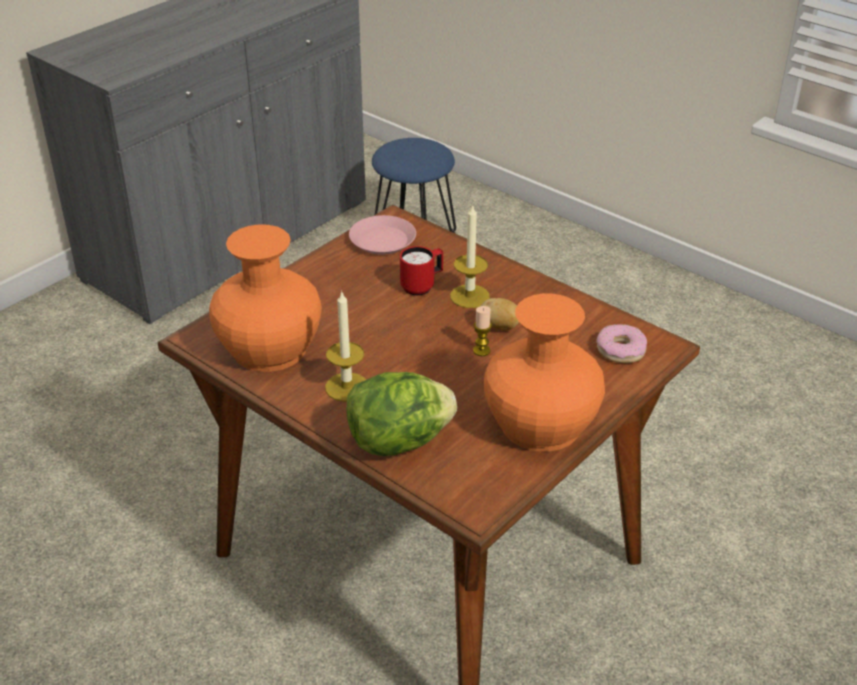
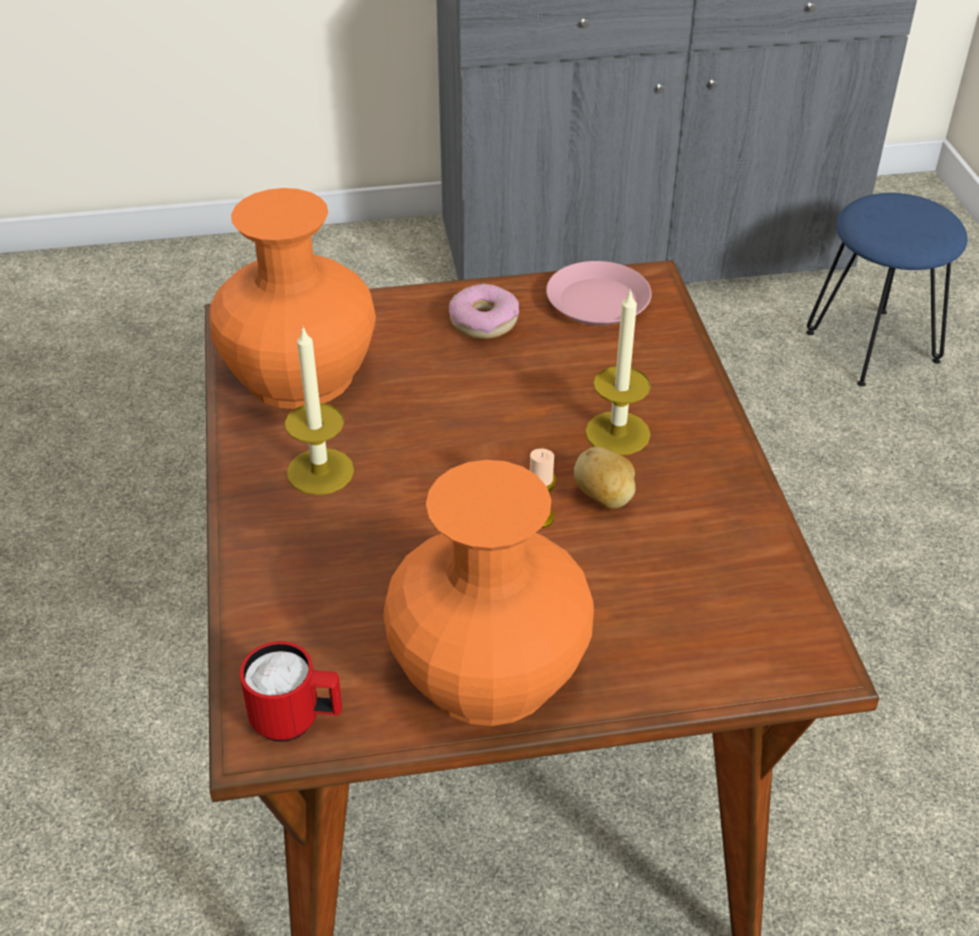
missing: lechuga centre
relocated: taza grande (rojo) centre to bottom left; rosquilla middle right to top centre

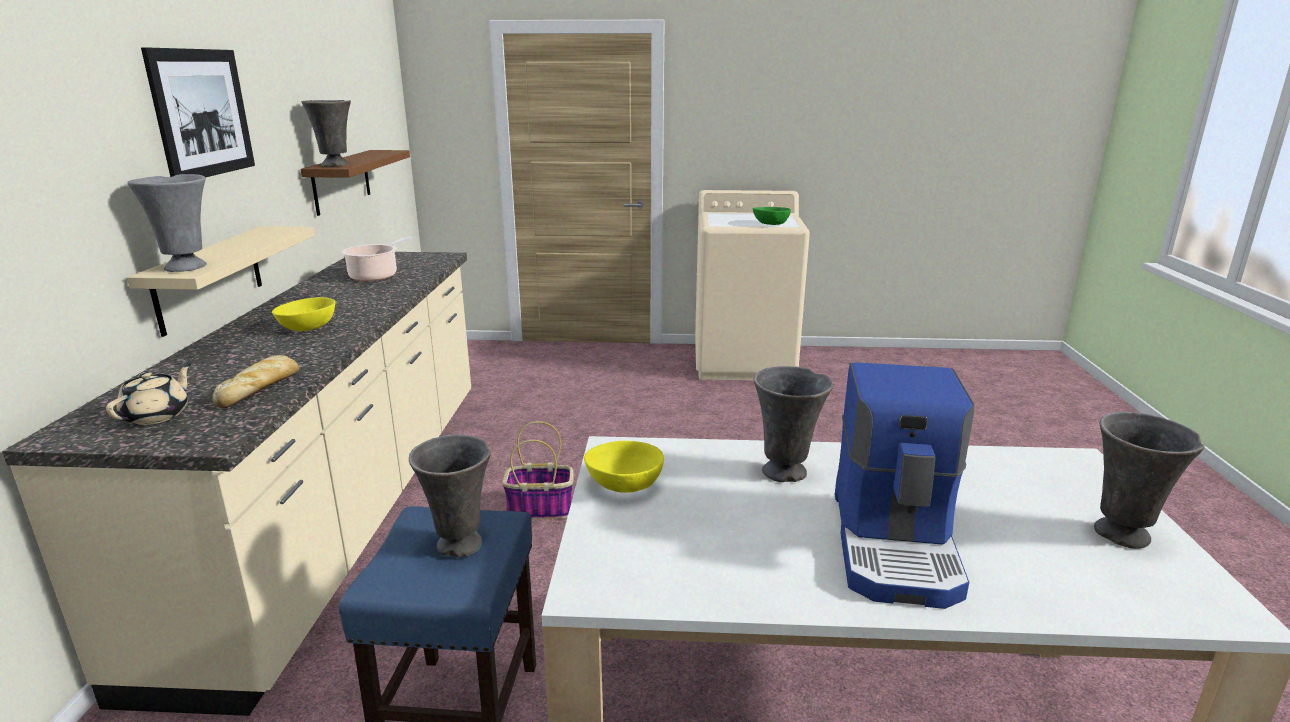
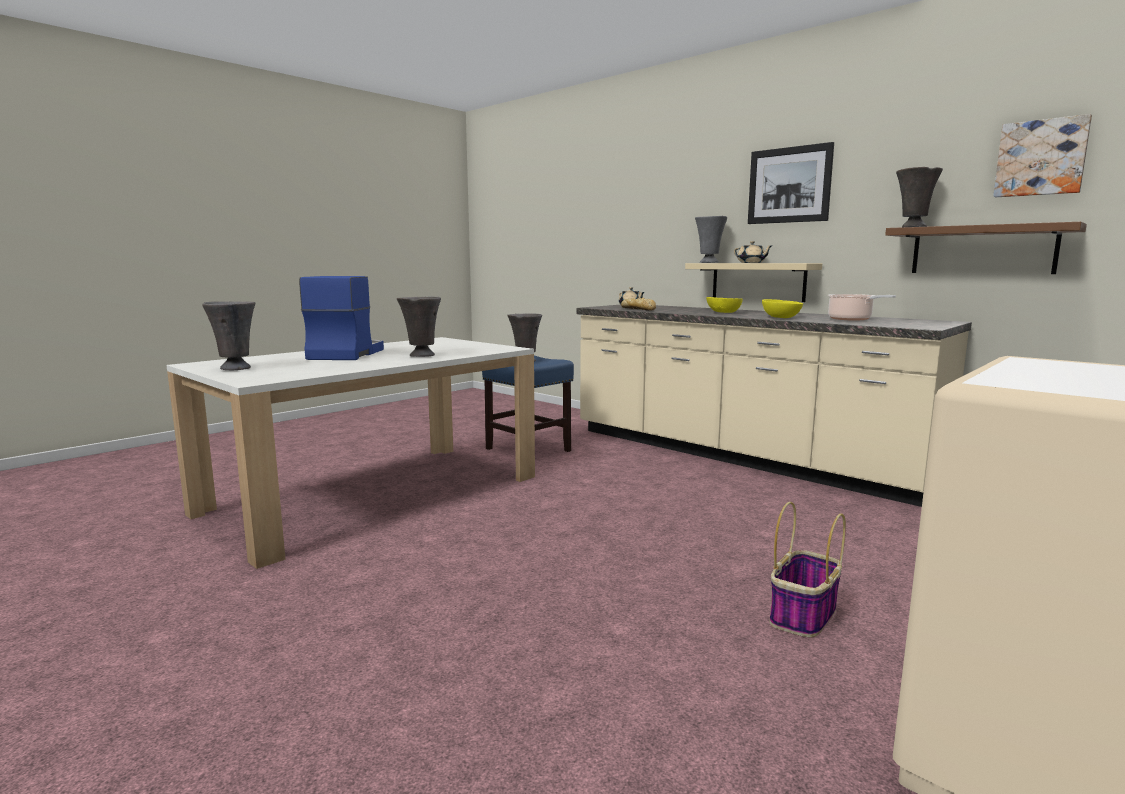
missing: cuenco (verde) top centre
appeared: cuadro (no. 2 from left) top right; tetera (beis) (no. 2 from left) top right
relocated: cesta centre to bottom right; cuenco (amarillo) (no. 2 from left) centre to middle right
spun: cafetera bottom right = middle left 45 degrees clockwise

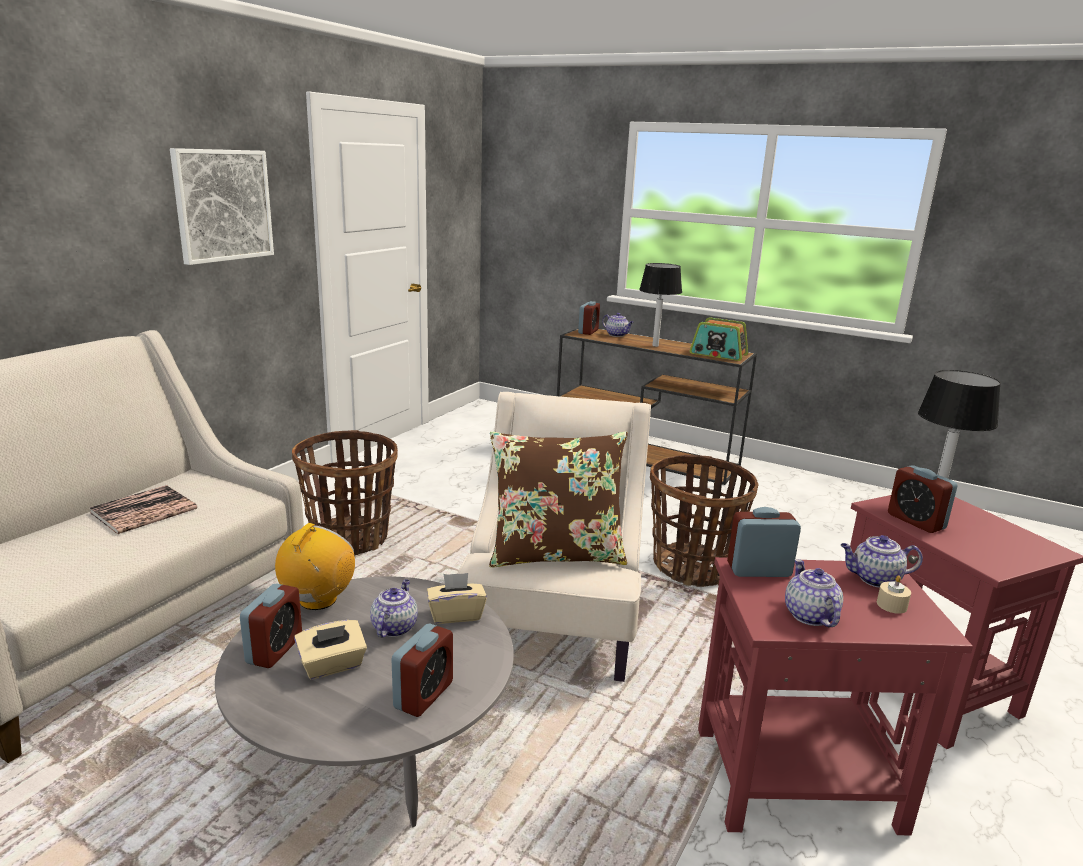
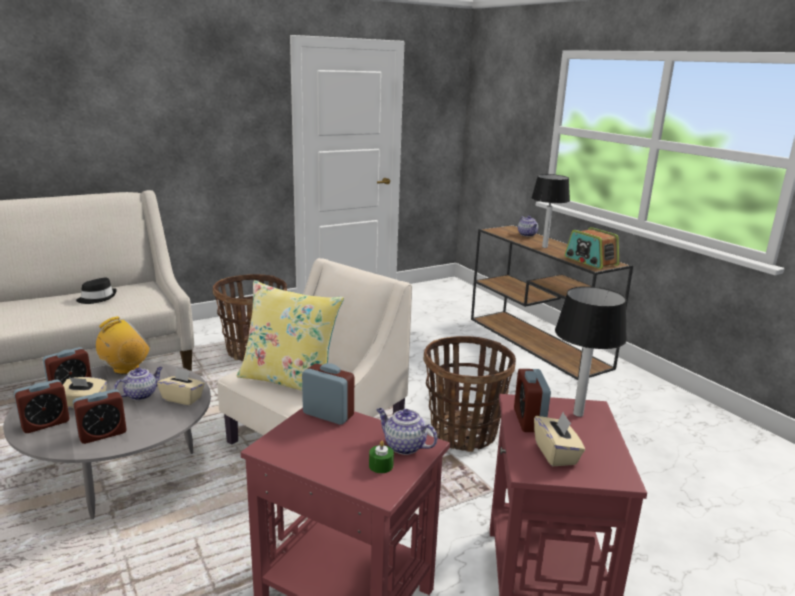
missing: cuadro top left; tetera (no. 3 from left) bottom right
appeared: caja de pañuelos (beis) (no. 3 from left) bottom right
relocated: despertador (no. 3 from left in the first image) centre to despertador (no. 1 from left) bottom left
exchanged: libro middle left to sombrero (negro) middle left
colour: cojín (marrón) centre to cojín (amarillo) centre; vela (beis) bottom right to vela (verde) bottom centre

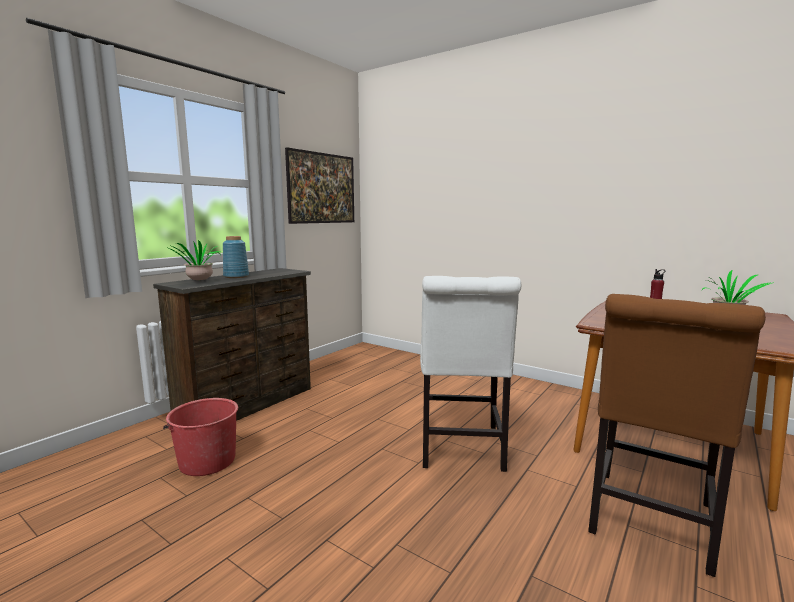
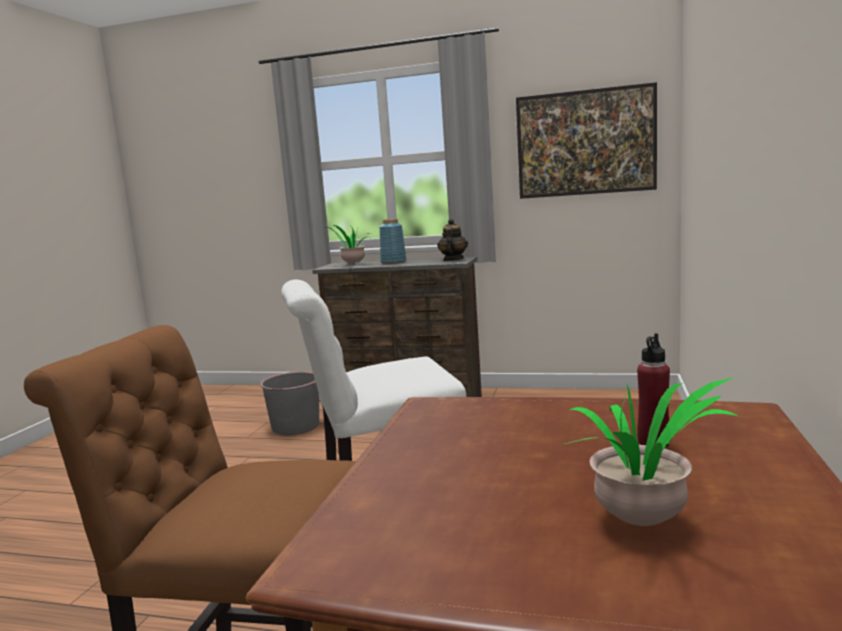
appeared: tetera centre
colour: cubo (rojo) bottom left to cubo (gris) centre

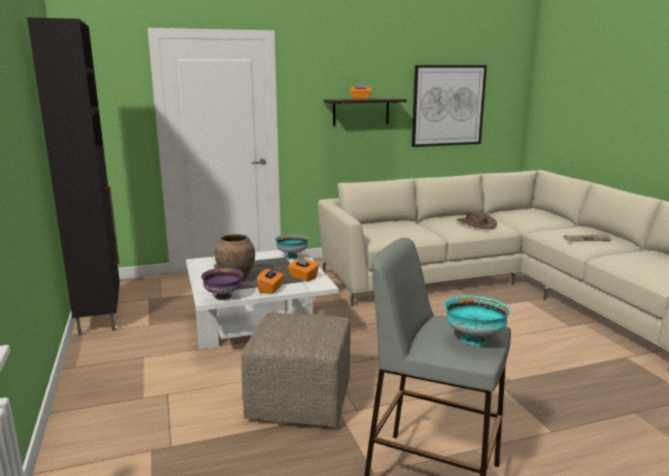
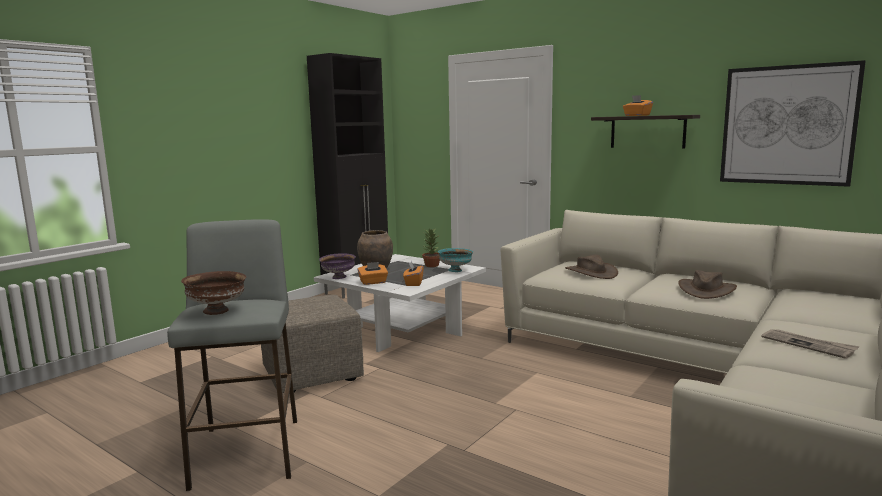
appeared: planta en maceta centre; sombrero (marrón) (no. 1 from left) middle right
colour: cuenco (turquesa) (no. 2 from left) bottom right to cuenco (marrón) middle left

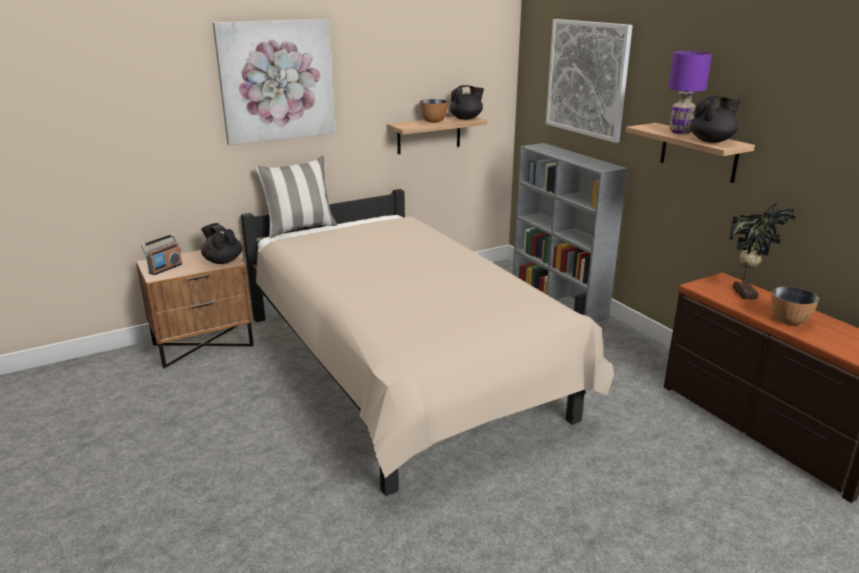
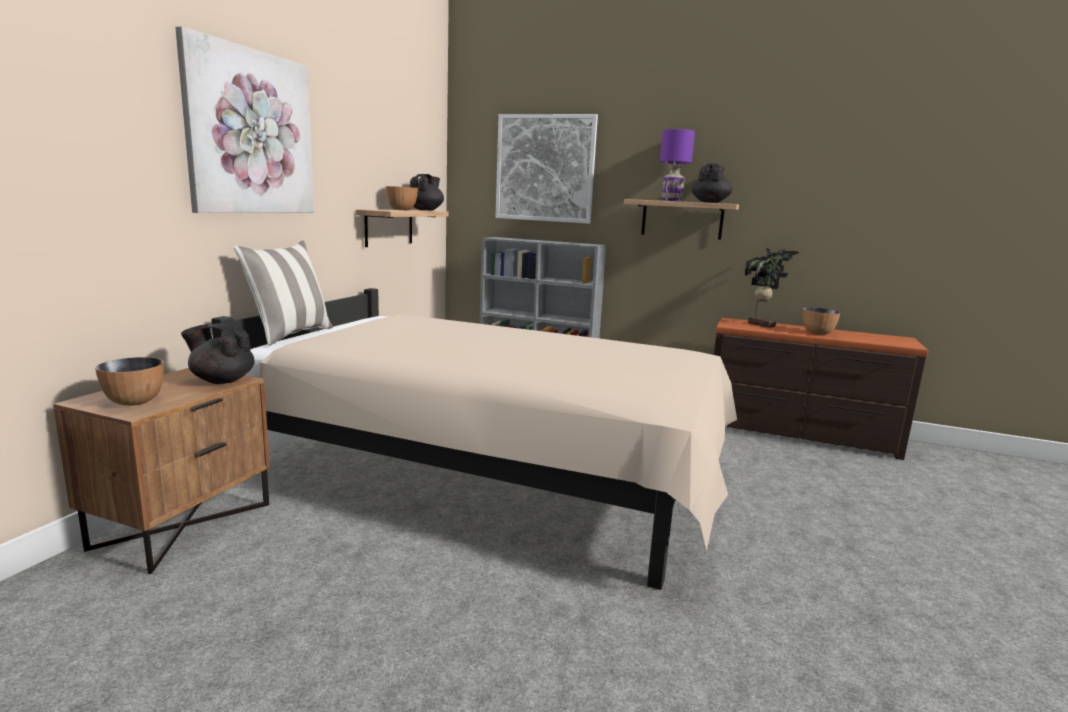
exchanged: radio middle left to cuenco (no. 1 from left) middle left

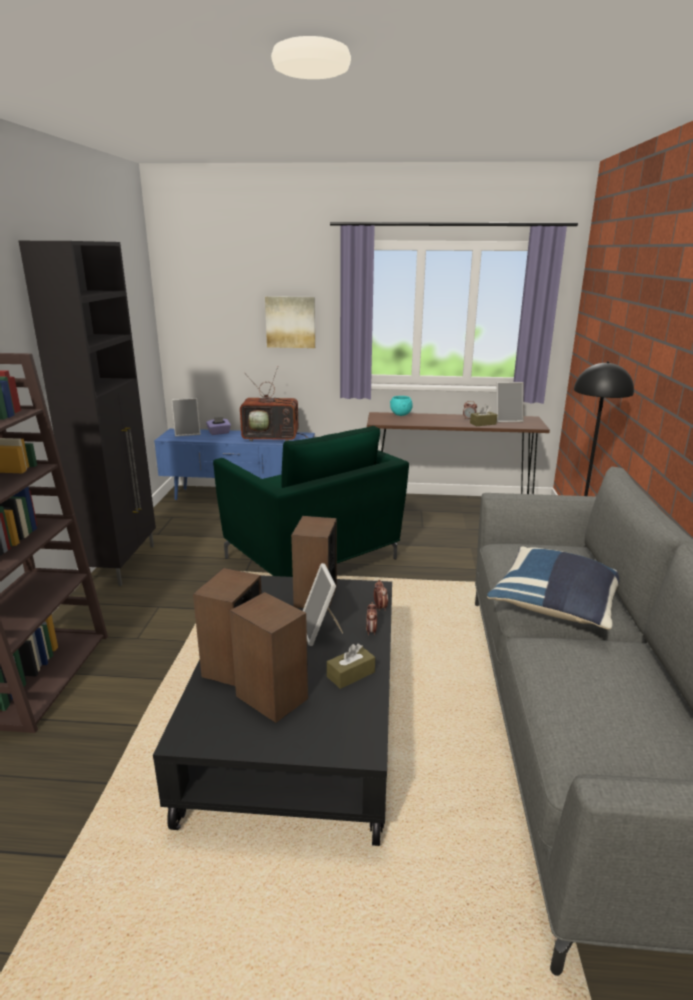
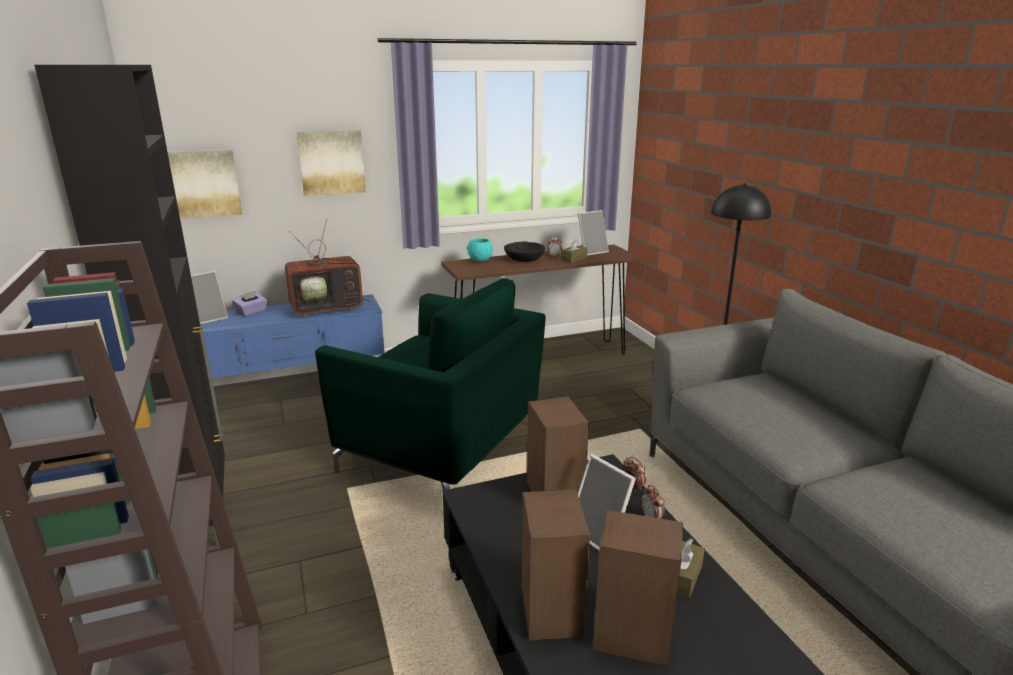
missing: cojín (azul) middle right
appeared: cuadro (no. 1 from left) top left; cuenco (negro) centre

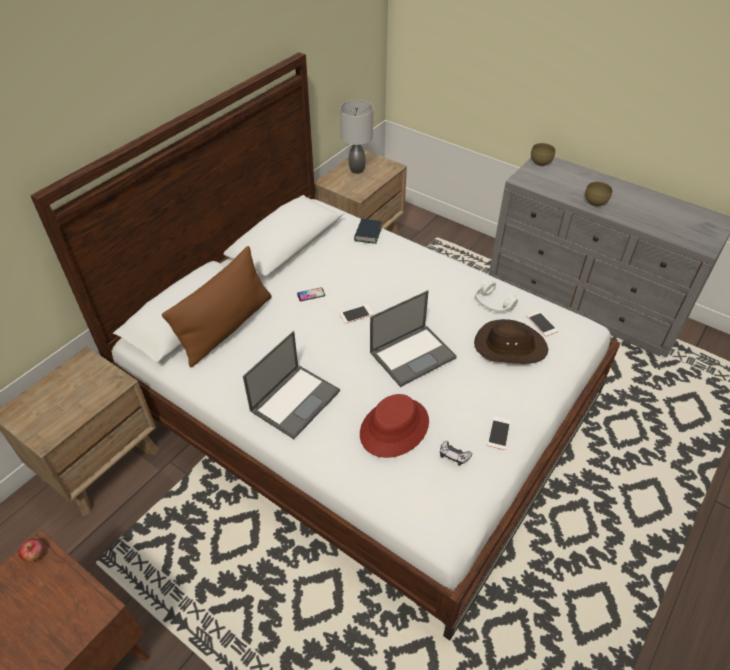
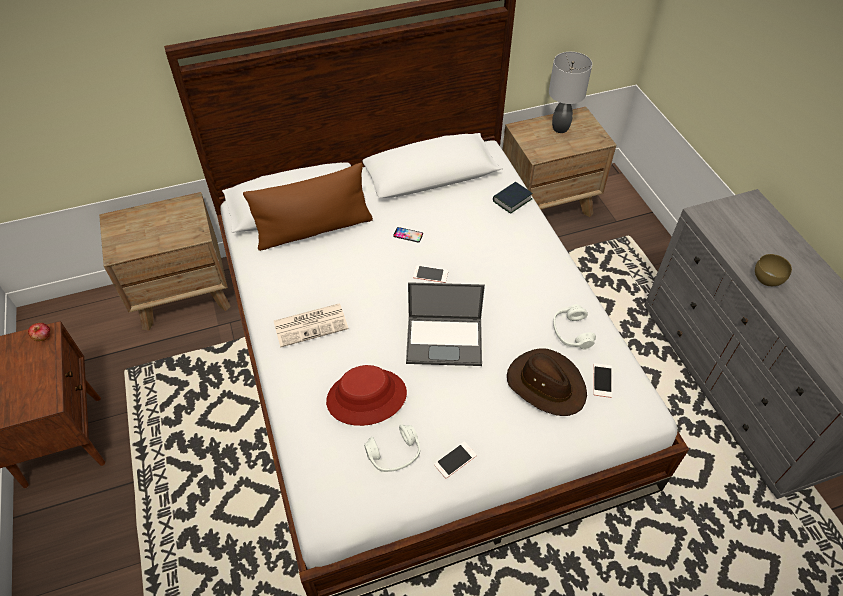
missing: cuenco (marrón) (no. 1 from left) top right
exchanged: portátil (no. 1 from left) centre to periódico centre; mando de consola bottom centre to auriculares (blanco) (no. 1 from left) bottom centre

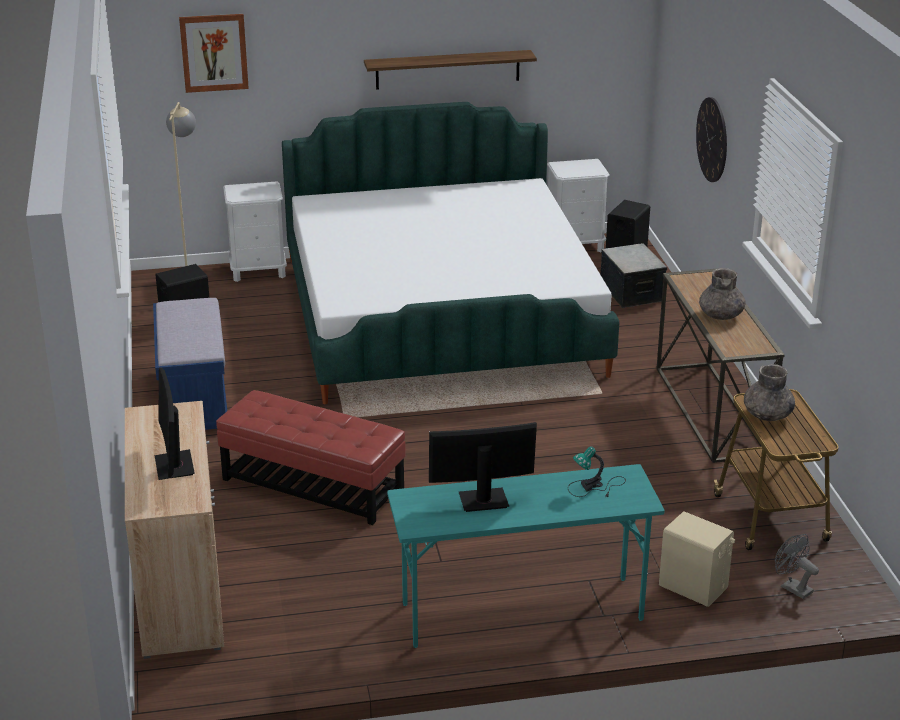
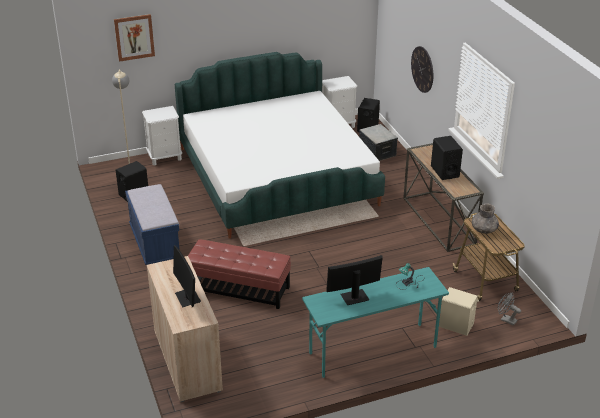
missing: estante top centre
exchanged: florero (gris) (no. 1 from left) middle right to altavoz (negro) (no. 3 from left) middle right

